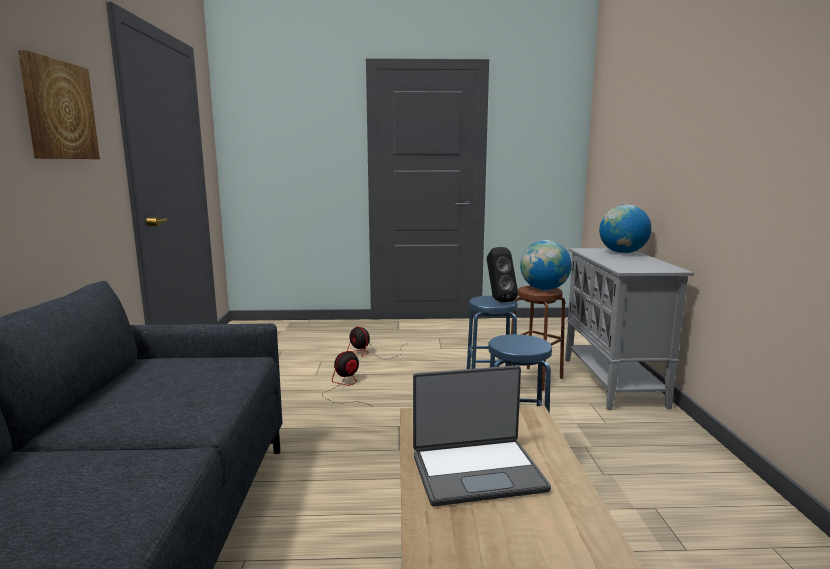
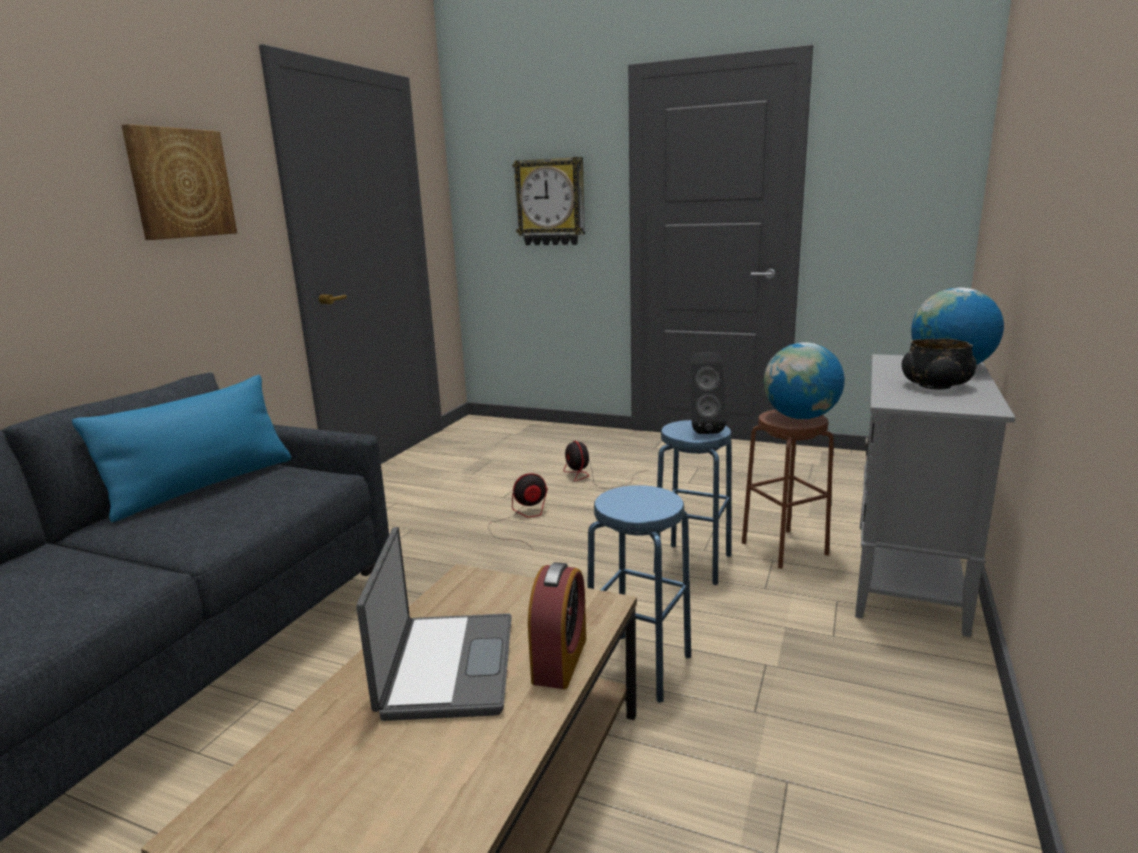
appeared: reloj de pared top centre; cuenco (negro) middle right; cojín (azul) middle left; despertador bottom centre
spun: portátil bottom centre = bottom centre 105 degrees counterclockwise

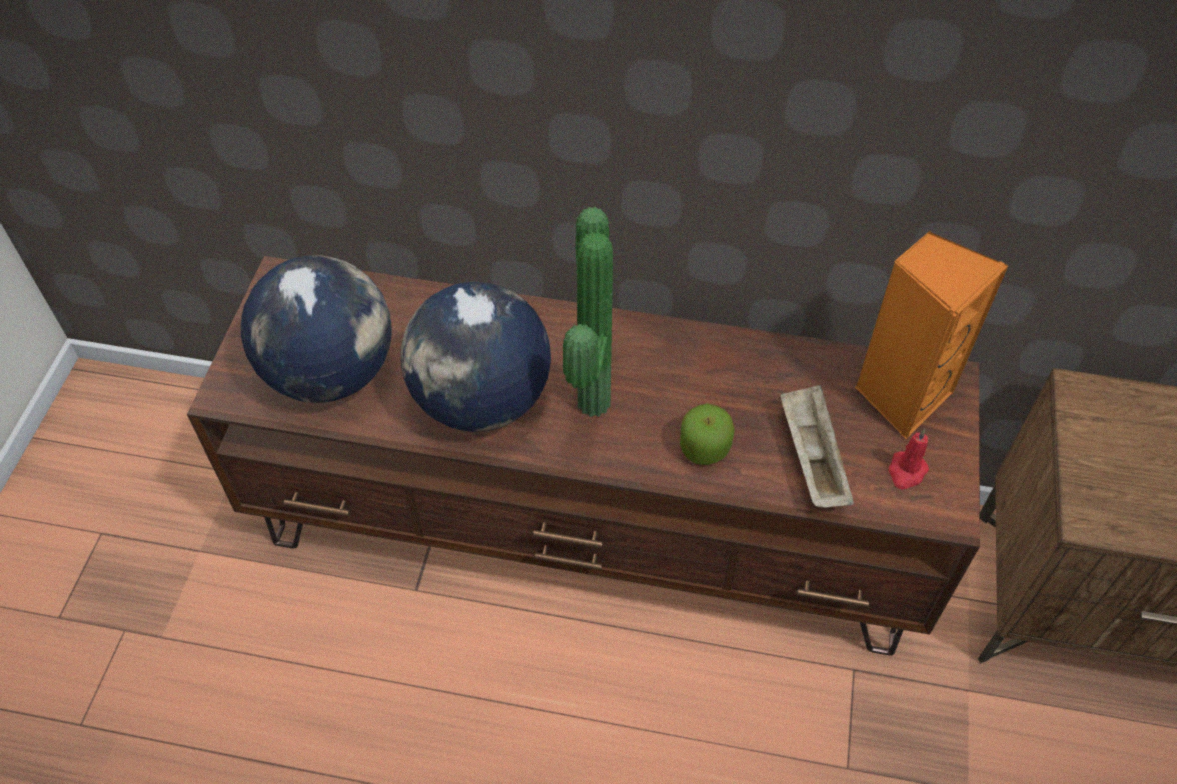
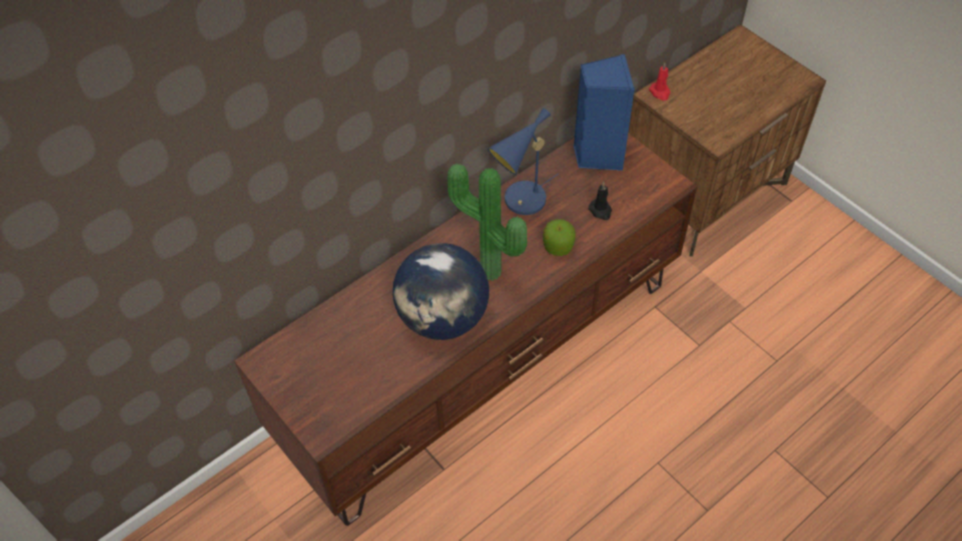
missing: globo terráqueo (no. 1 from left) middle left
appeared: lámpara de mesa (azul) top centre
relocated: vela (rojo) middle right to top right
exchanged: bandeja (beis) middle right to vela (negro) centre
colour: altavoz (naranja) middle right to altavoz (azul) top centre

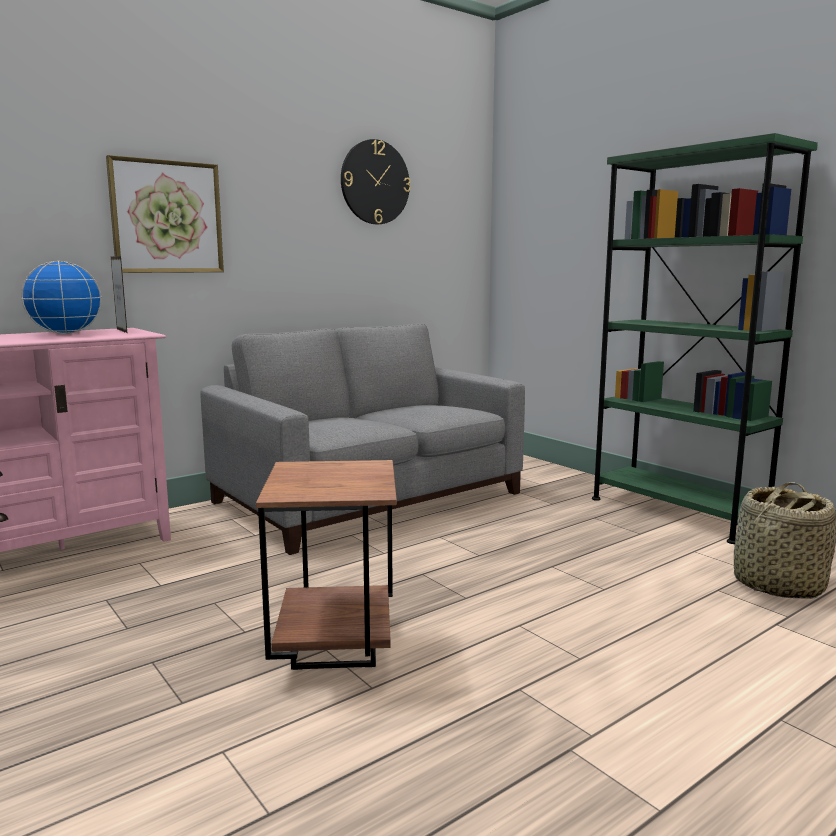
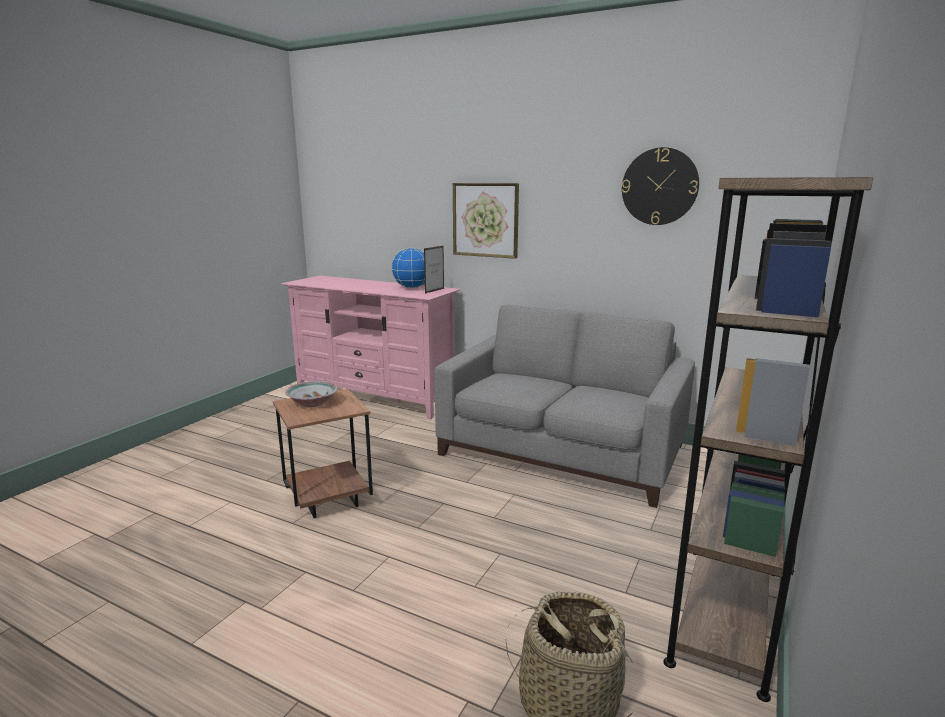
appeared: cuenco middle left
colour: estantería (verde) middle right to estantería (marrón) middle right

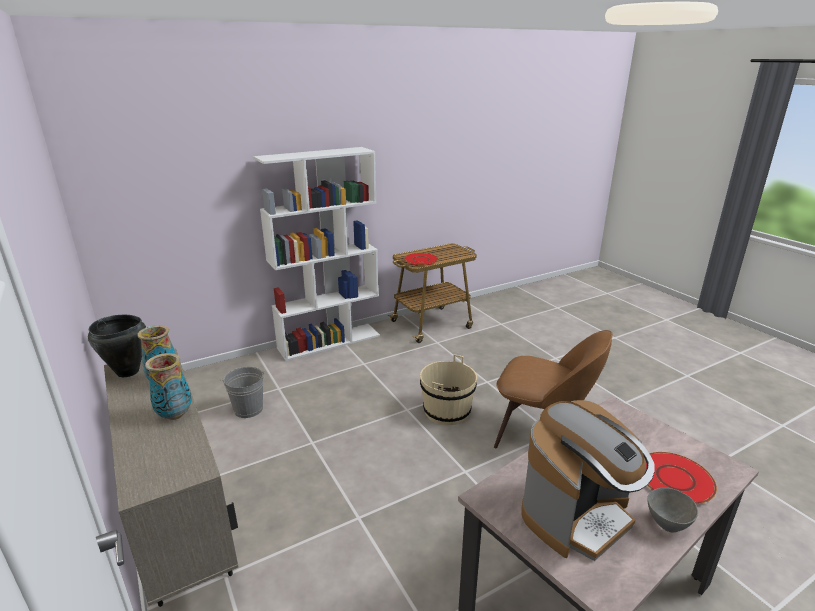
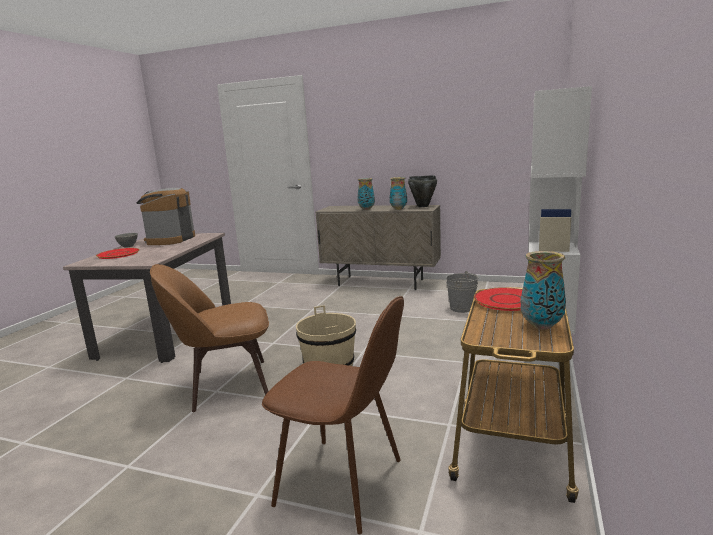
appeared: florero (no. 3 from left) middle right; silla (marrón) (no. 2 from left) bottom centre

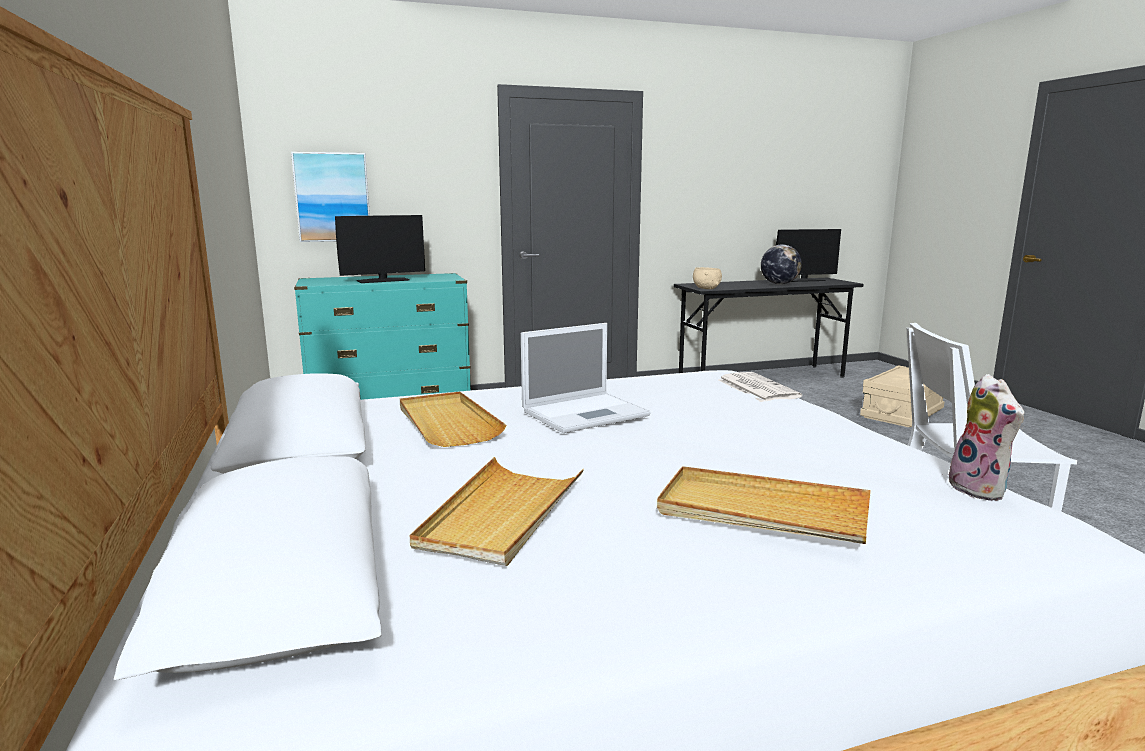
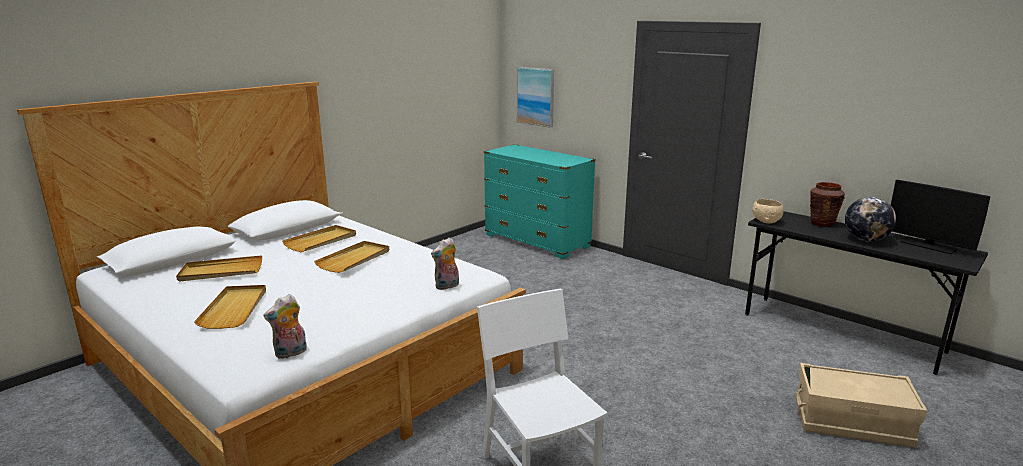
missing: monitor (no. 1 from left) top left
appeared: florero (marrón) middle right
exchanged: portátil centre to bandeja (beis) (no. 4 from left) centre; periódico centre to peluche (no. 2 from left) centre

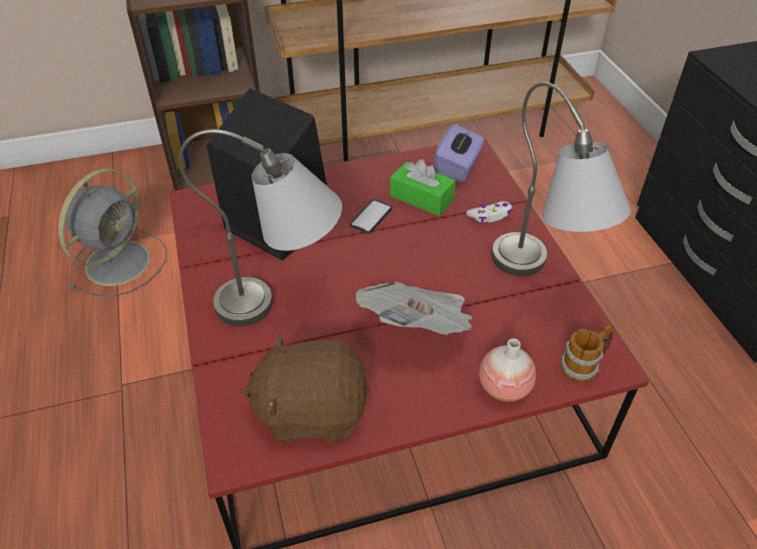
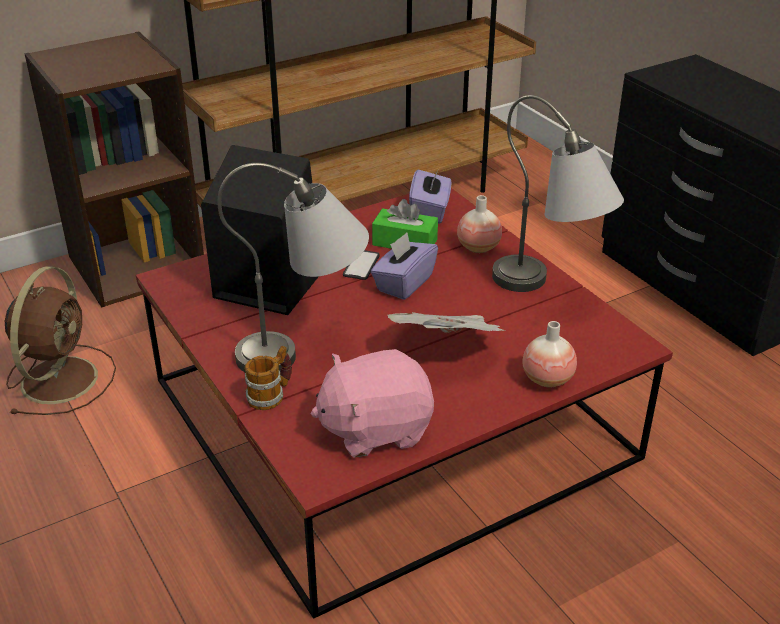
appeared: caja de pañuelos (morado) (no. 1 from left) centre
relocated: taza grande middle right to centre
exchanged: mando de consola (blanco) centre to florero (no. 1 from left) centre
colour: ventilador (gris) middle left to ventilador (marrón) middle left; peluche (marrón) bottom centre to peluche (rosa) centre

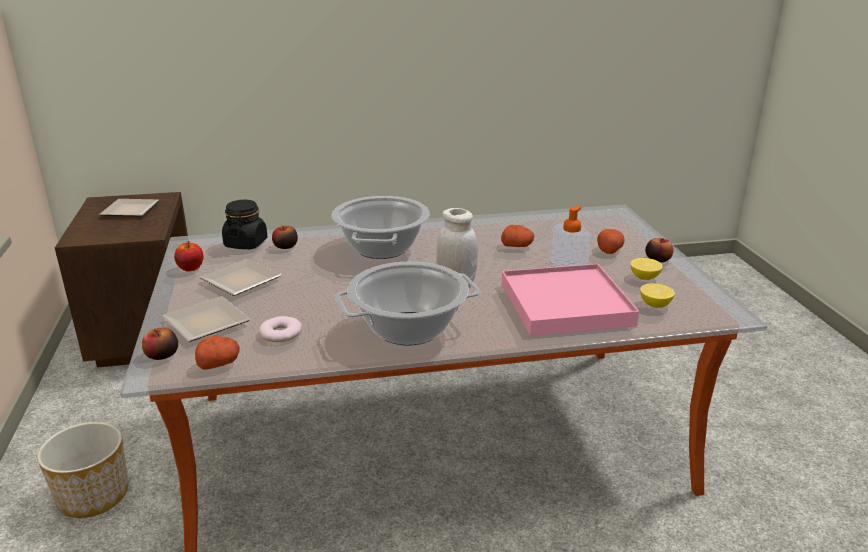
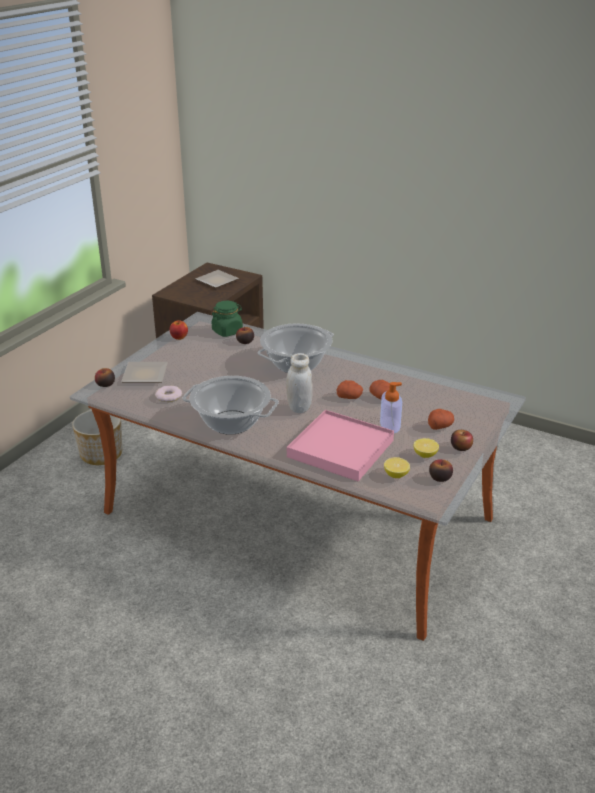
missing: plato (no. 3 from left) middle left
appeared: manzana (no. 4 from left) middle right
relocated: patata (no. 1 from left) middle left to centre
colour: tarro (negro) middle left to tarro (verde) centre

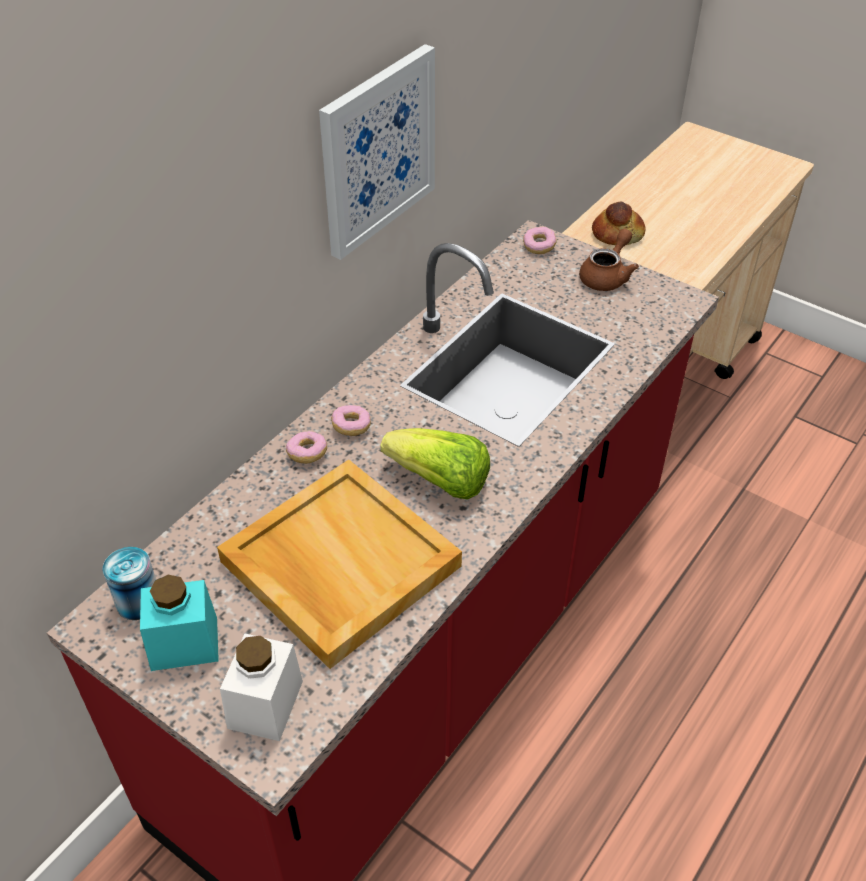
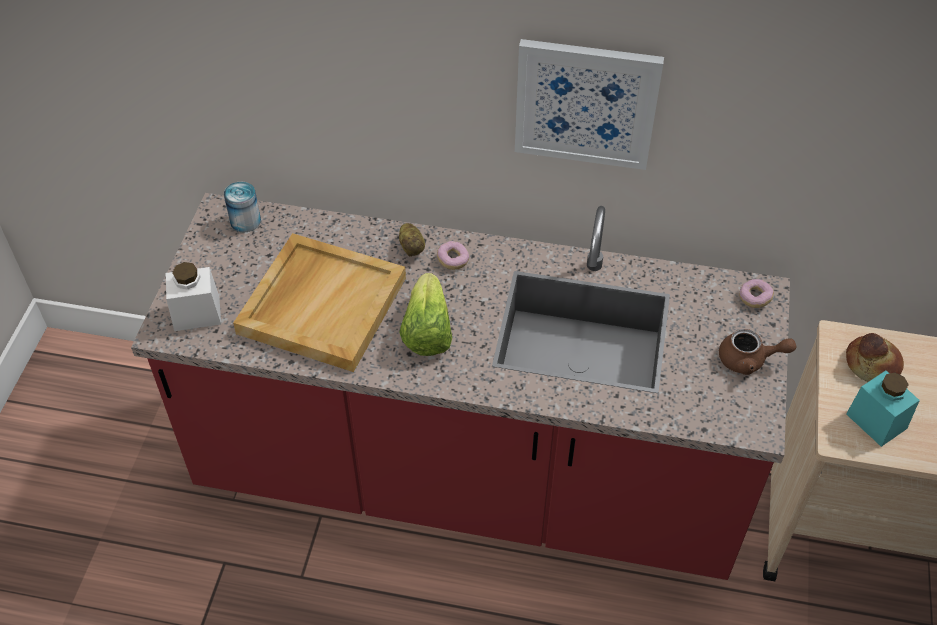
relocated: tarro (turquesa) bottom left to middle right
exchanged: rosquilla (no. 1 from left) centre to patata centre

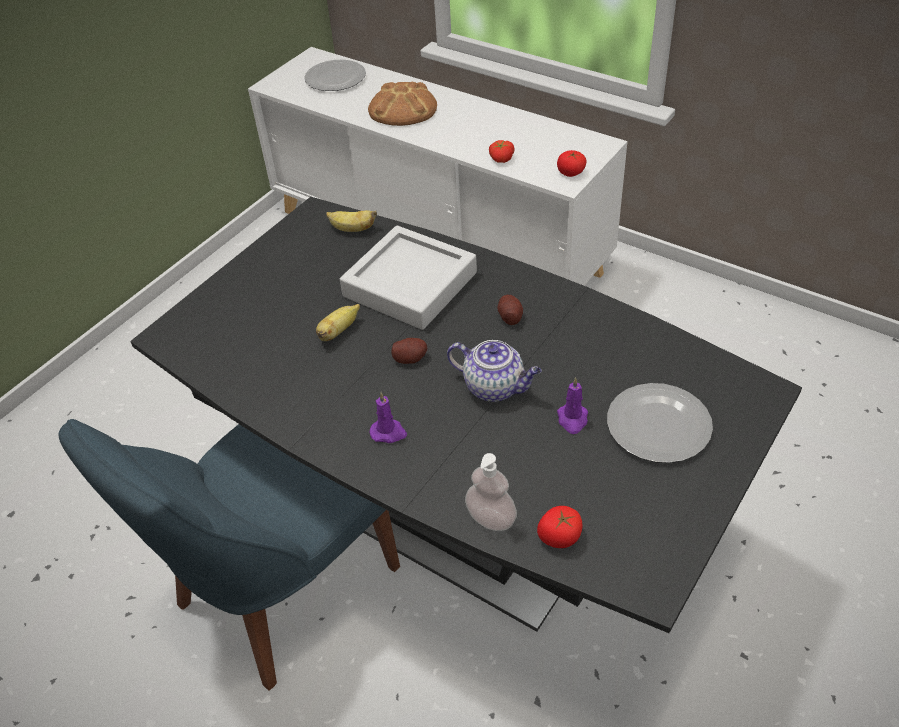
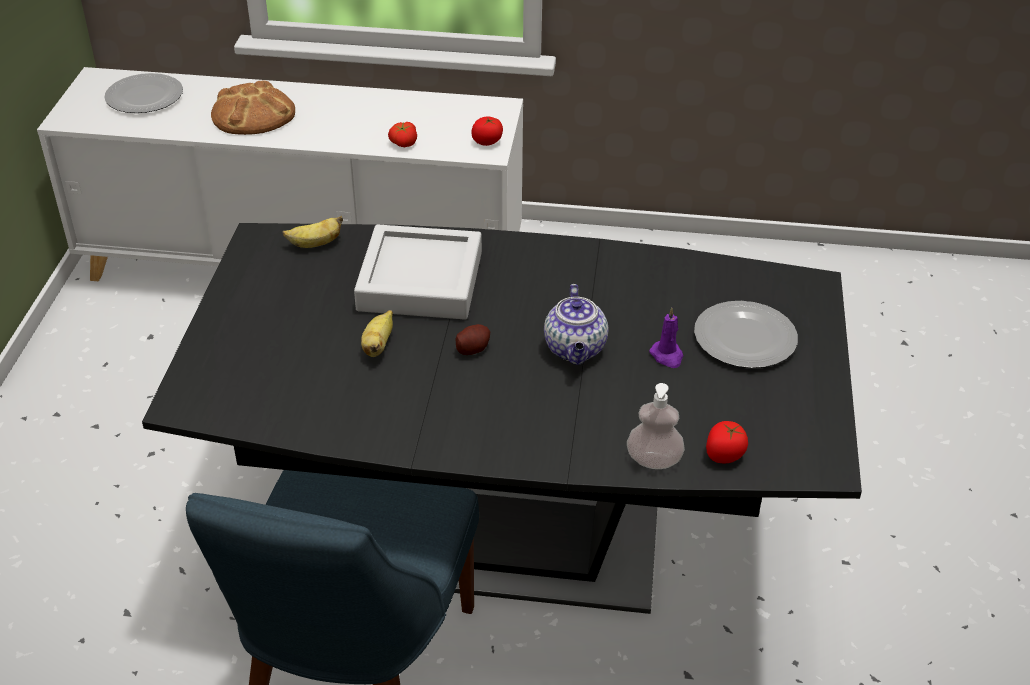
missing: patata (no. 2 from left) centre; vela (morado) (no. 1 from left) centre
spun: tetera centre = centre 90 degrees clockwise

